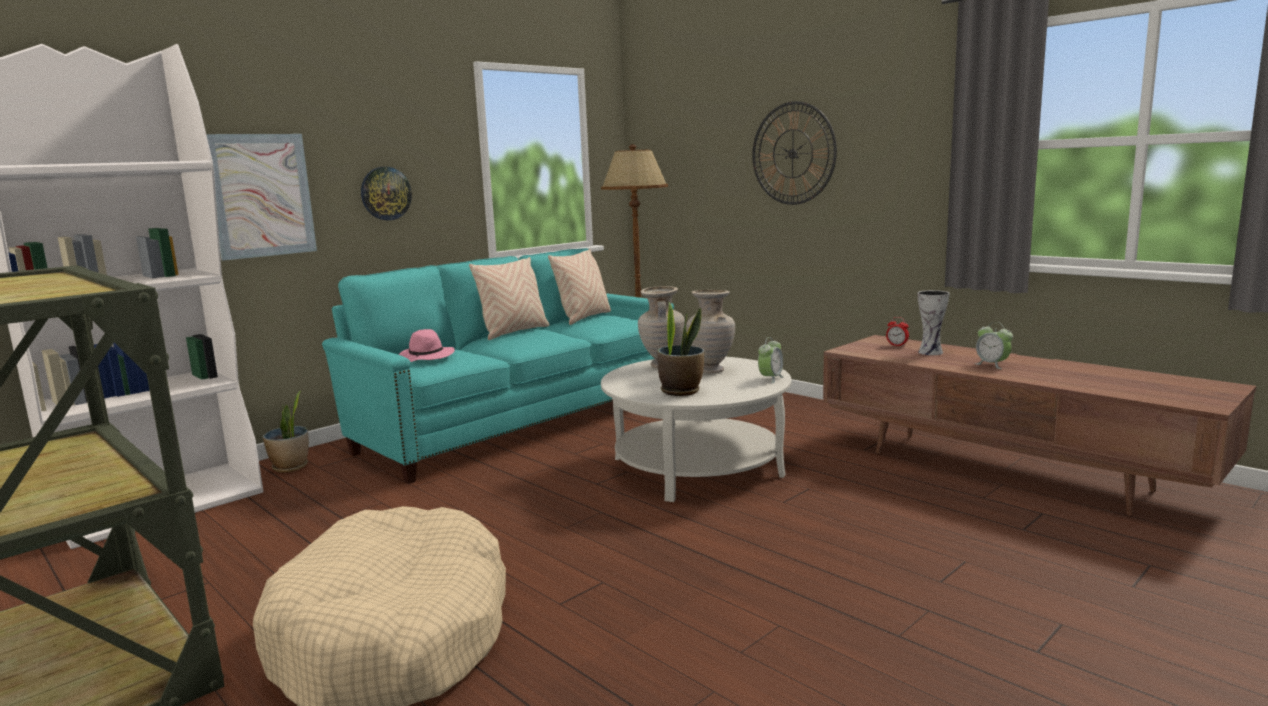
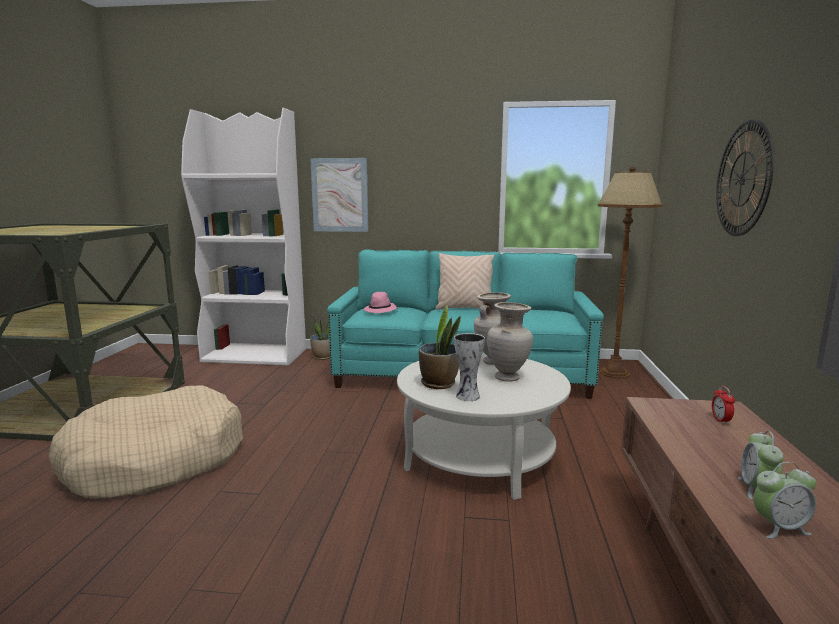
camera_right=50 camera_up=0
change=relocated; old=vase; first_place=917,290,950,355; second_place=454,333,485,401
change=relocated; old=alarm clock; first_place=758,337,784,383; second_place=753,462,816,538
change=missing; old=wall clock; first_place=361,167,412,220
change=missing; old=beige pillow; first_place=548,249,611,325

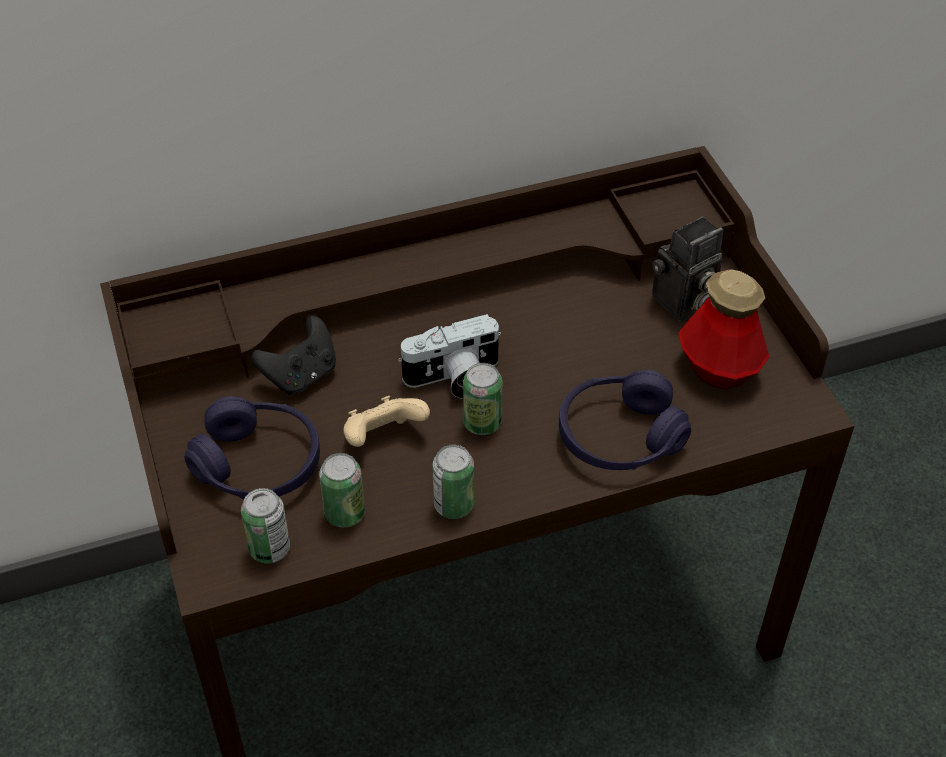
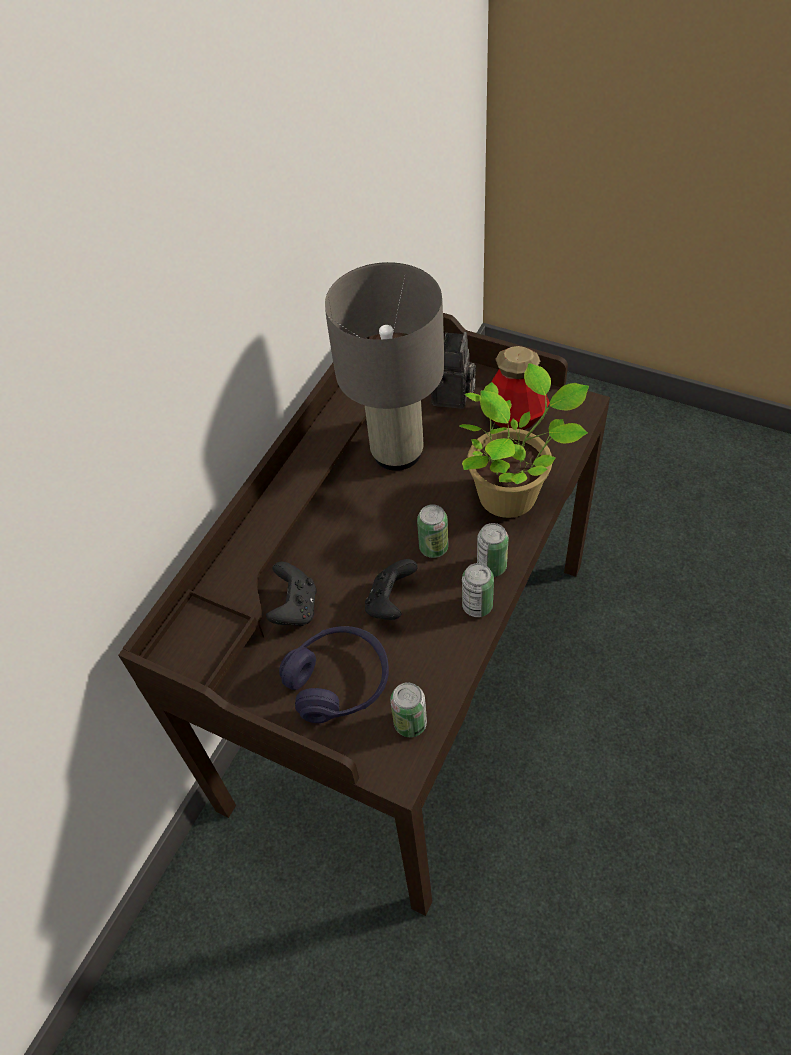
camera_right=-40 camera_up=5
change=appeared; new=grey table lamp; second_place=325,262,444,471
change=colour; old=beige game controller; new=black game controller; first_place=343,396,430,447; second_place=365,559,418,620
change=exchanged; old=purple headphones; new=potted plant; first_place=559,370,691,470; second_place=460,363,589,518
change=relocated; old=can; first_place=319,453,365,527; second_place=477,523,509,577
change=missing; old=photo camera; first_place=398,314,501,399

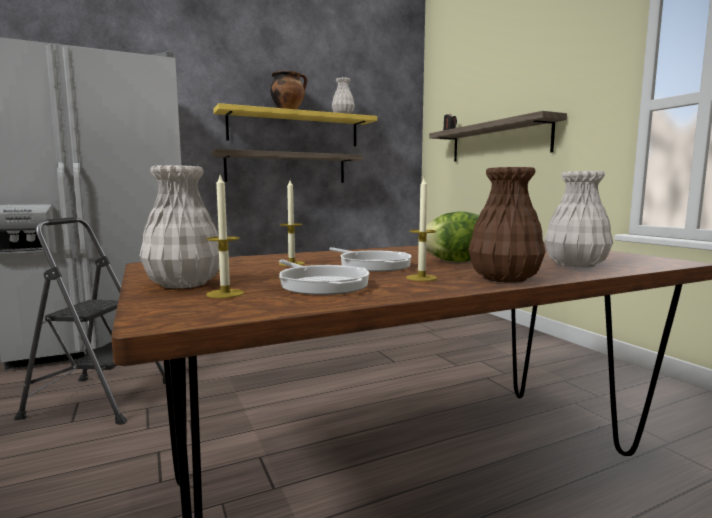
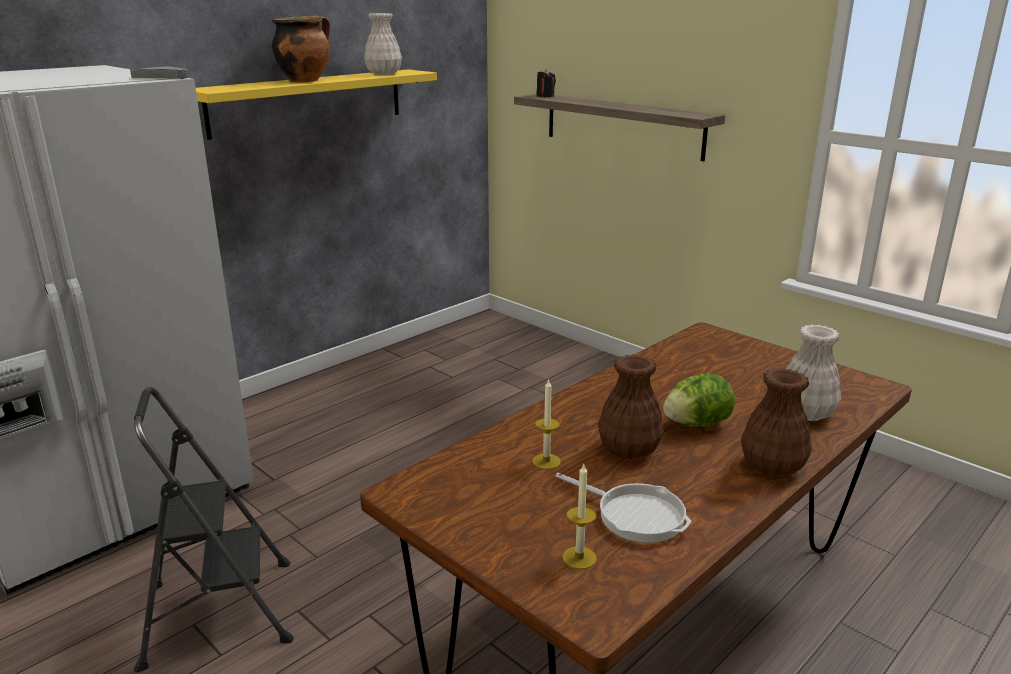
camera_right=-20 camera_up=15
change=exchanged; old=frying pan; new=brown vase; first_place=329,247,412,272; second_place=598,354,664,459
change=missing; old=white vase; first_place=140,165,219,289
change=missing; old=shelf; first_place=212,149,363,183
change=missing; old=candle; first_place=406,178,437,281

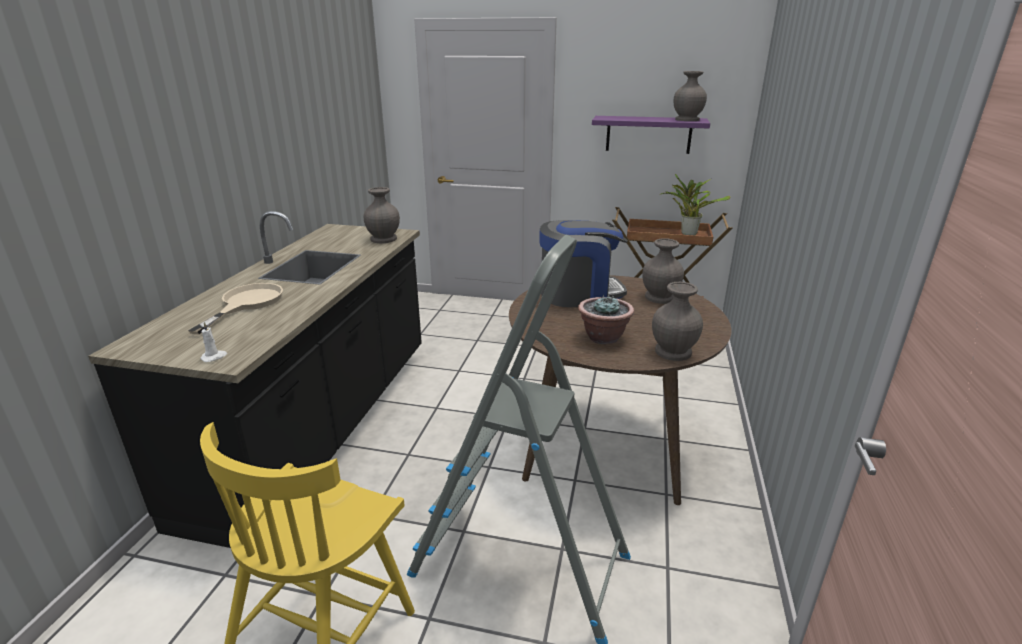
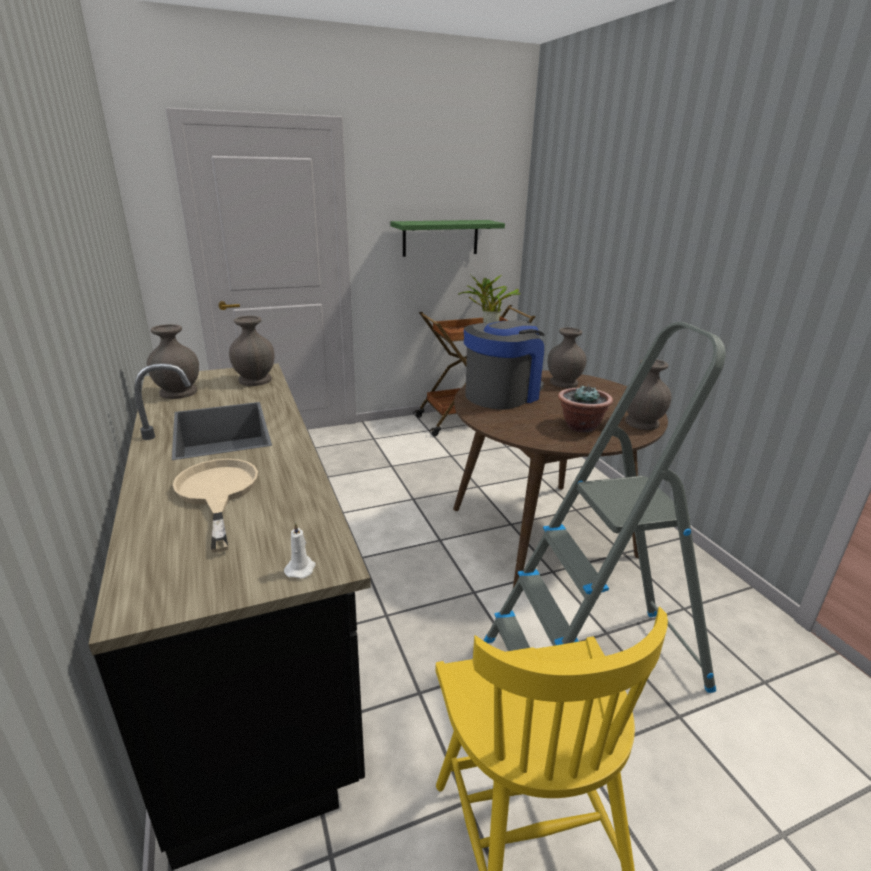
camera_right=-35 camera_up=0
change=relocated; old=grey vase; first_place=674,71,707,121; second_place=147,324,199,399
change=colour; old=purple shelf; new=green shelf; first_place=592,116,710,154; second_place=390,220,505,257

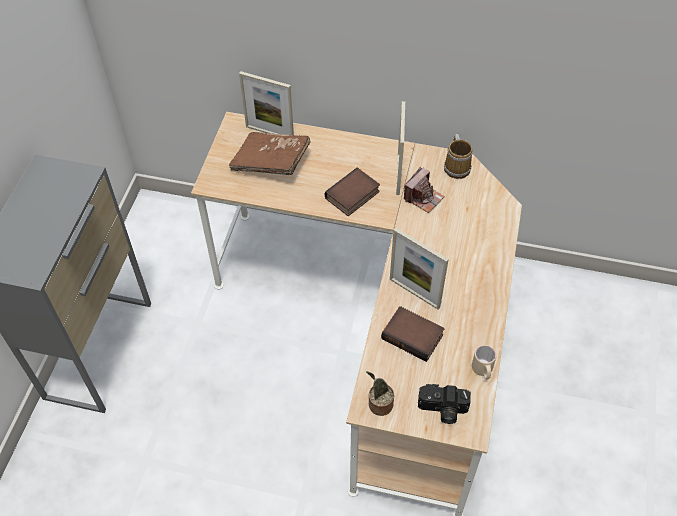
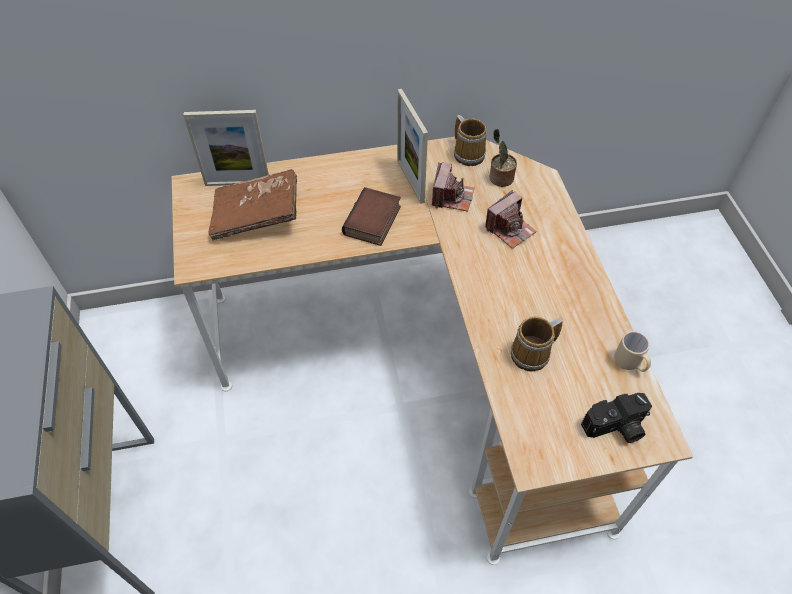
camera_right=-25 camera_up=0
change=appeared; new=photo camera; second_place=485,190,537,249
change=relocated; old=potted plant; first_place=366,371,394,416; second_place=489,129,517,187
change=exchanged; old=book; new=mug; first_place=381,306,444,362; second_place=511,317,563,372
change=missing; old=picture frame; first_place=390,228,449,309

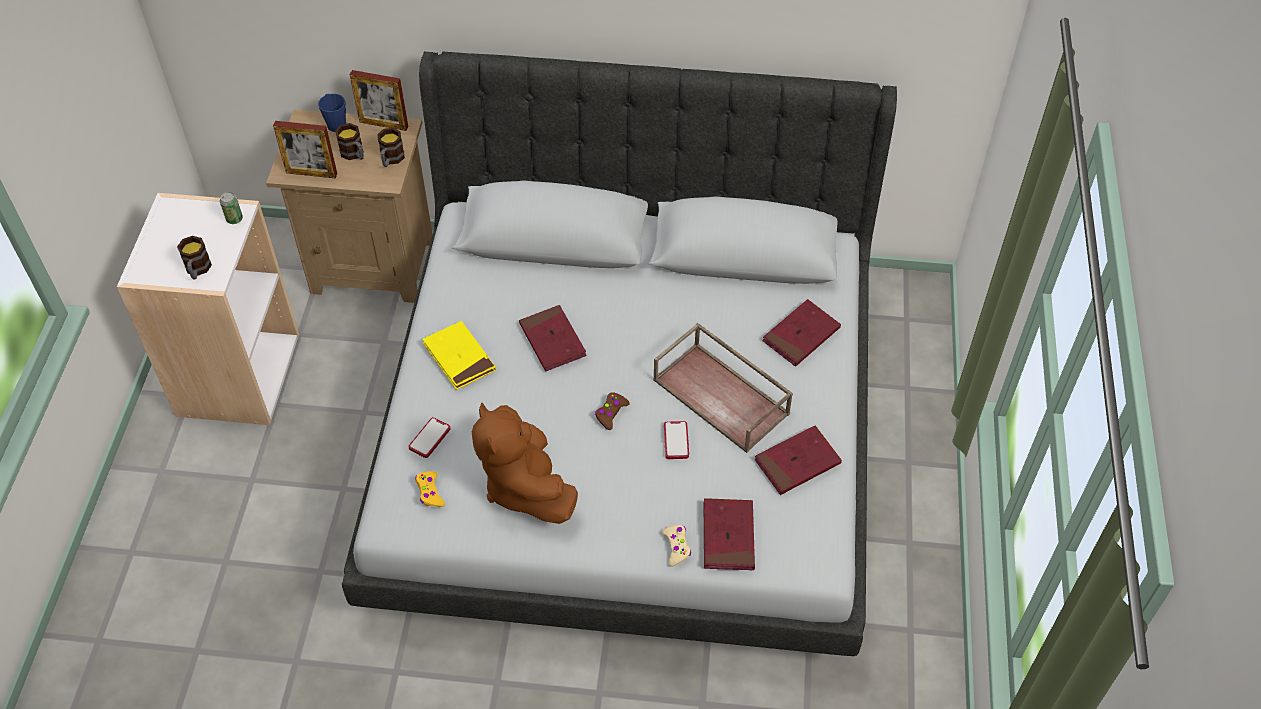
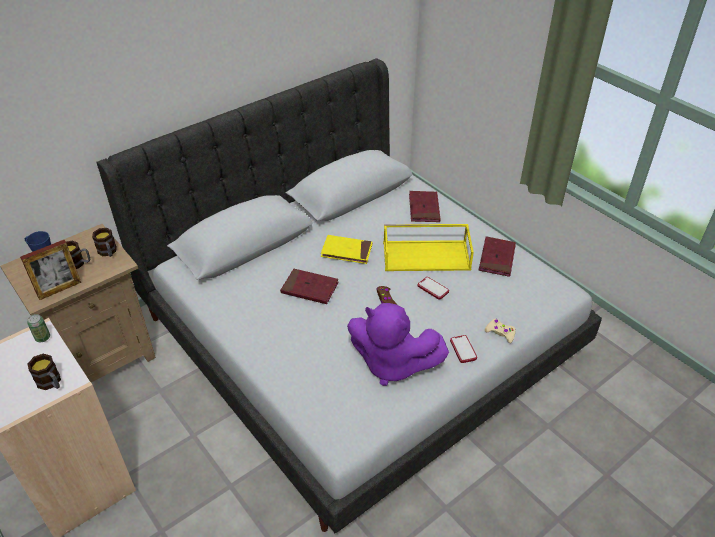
camera_right=-45 camera_up=-10
change=relocated; old=yellow book; first_place=423,321,496,390; second_place=321,235,373,264
change=colour; old=brown plush toy; new=purple plush toy; first_place=472,403,578,524; second_place=347,303,449,386
change=colour; old=brown tray; new=yellow tray; first_place=653,323,793,453; second_place=383,224,474,271
change=relocated; old=phone; first_place=408,417,451,458; second_place=450,335,477,363
change=missing; old=picture frame; first_place=350,70,408,131
change=missing; old=yellow game controller; first_place=416,471,445,507
change=missing; old=red book; first_place=704,498,755,570

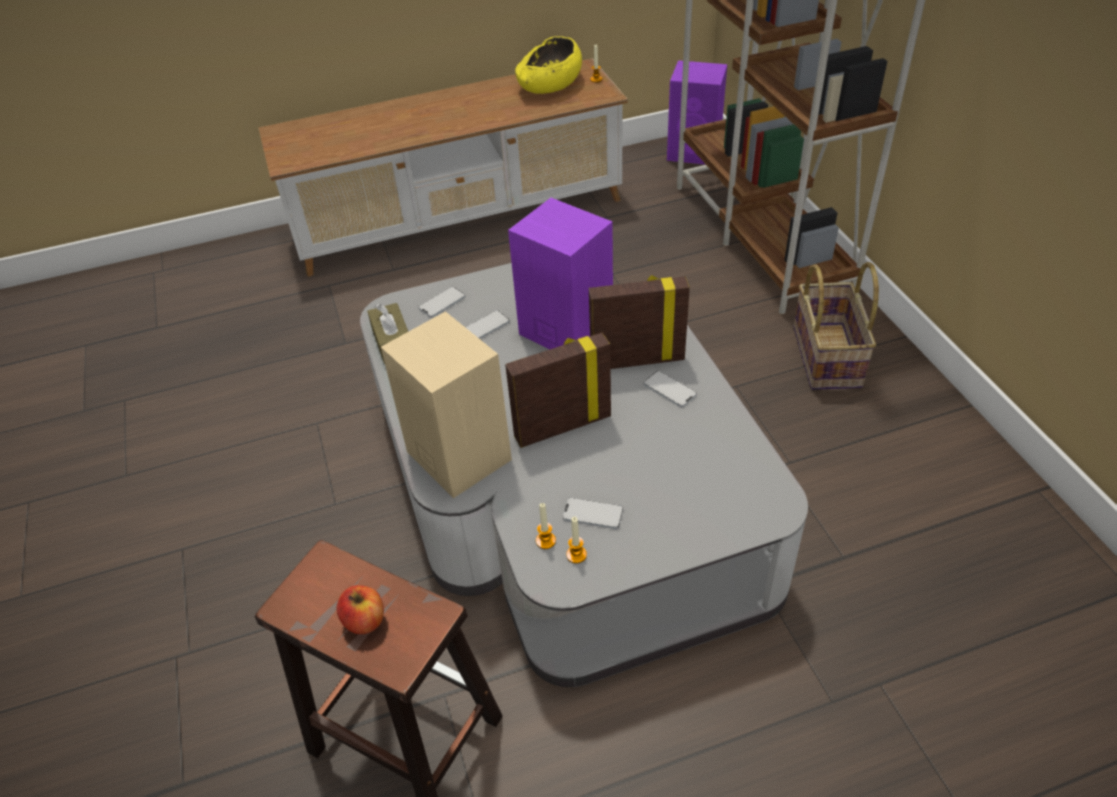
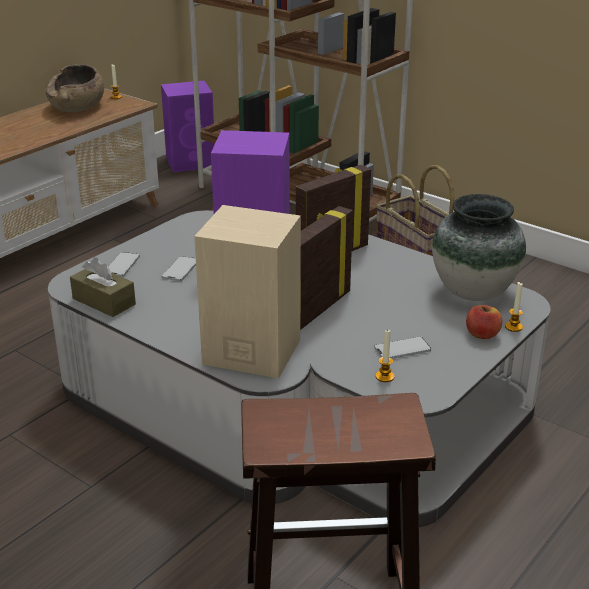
camera_right=-35 camera_up=-15
change=colour; old=yellow bowl; new=brown bowl; first_place=515,36,582,94; second_place=46,64,104,112
change=appeared; new=vase; second_place=432,194,526,301
change=relocated; old=apple; first_place=336,585,384,634; second_place=466,305,502,339
change=relocated; old=candle; first_place=566,517,587,564; second_place=505,282,523,332
change=missing; old=phone; first_place=644,371,697,407

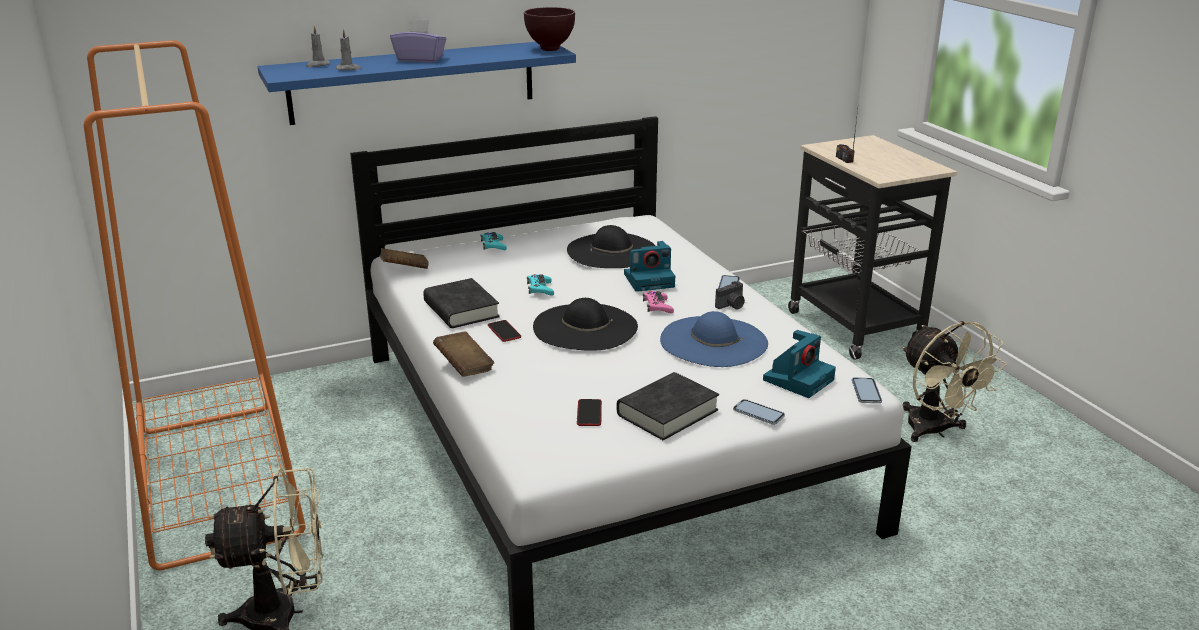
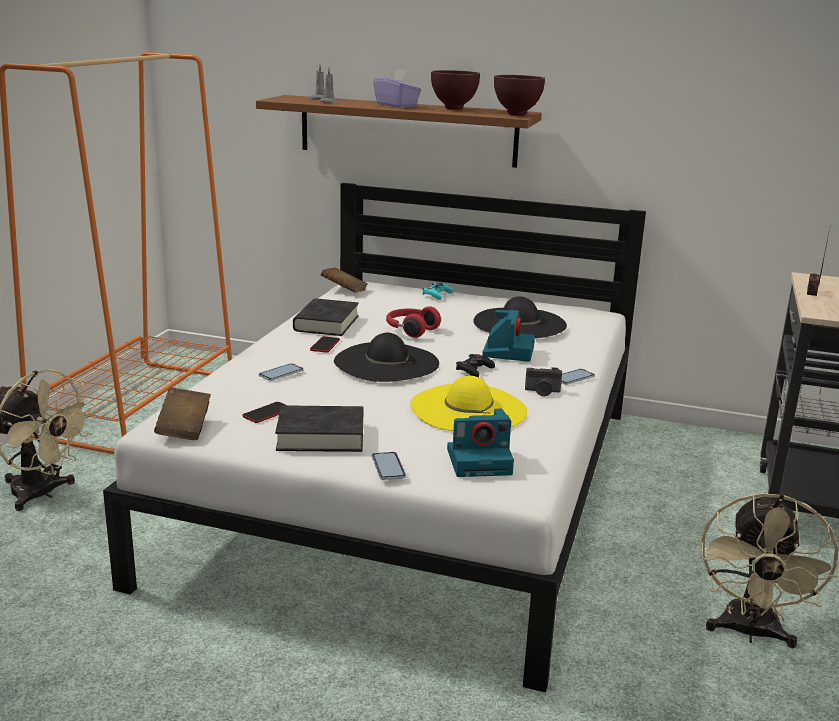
camera_right=40 camera_up=-5
change=relocated; old=brown book; first_place=433,331,494,377; second_place=154,388,211,440
change=colour; old=blue shelf; new=brown shelf; first_place=258,42,576,125; second_place=256,95,542,168
change=relocated; old=phone; first_place=852,378,882,403; second_place=259,363,304,381
change=exchanged; old=turquoise game controller; new=red headphones; first_place=527,274,554,296; second_place=386,306,441,338
change=colour; old=blue hat; new=yellow hat; first_place=660,311,768,367; second_place=410,376,527,431
change=appeared; new=brown bowl; second_place=431,70,480,110
change=colour; old=pink game controller; new=black game controller; first_place=643,291,674,313; second_place=456,354,495,378
change=spun; old=photo camera; first_place=624,241,675,292; second_place=482,310,535,362; degrees=-105

